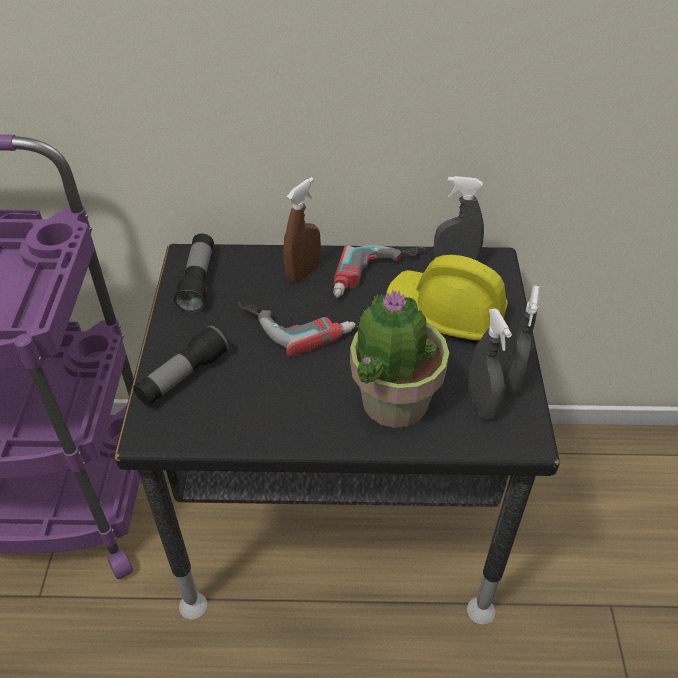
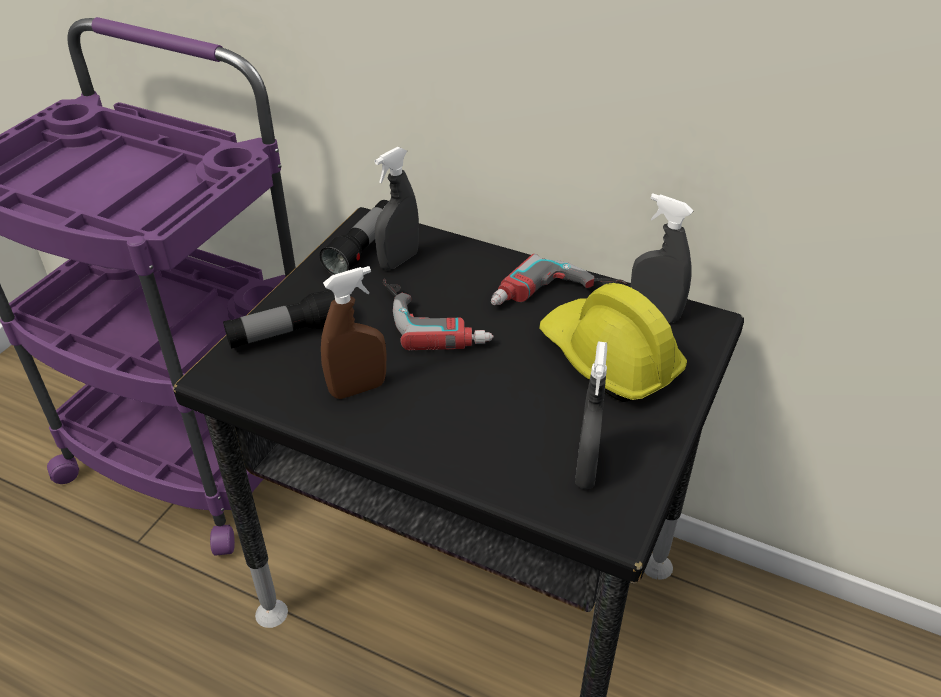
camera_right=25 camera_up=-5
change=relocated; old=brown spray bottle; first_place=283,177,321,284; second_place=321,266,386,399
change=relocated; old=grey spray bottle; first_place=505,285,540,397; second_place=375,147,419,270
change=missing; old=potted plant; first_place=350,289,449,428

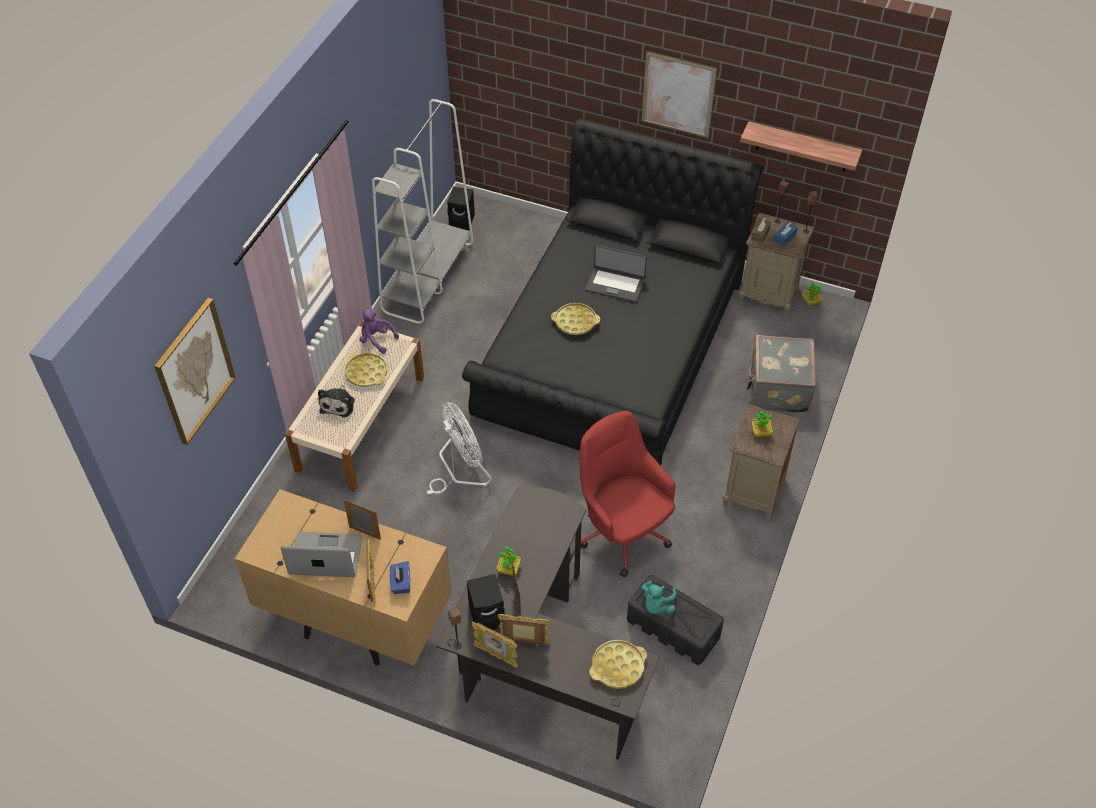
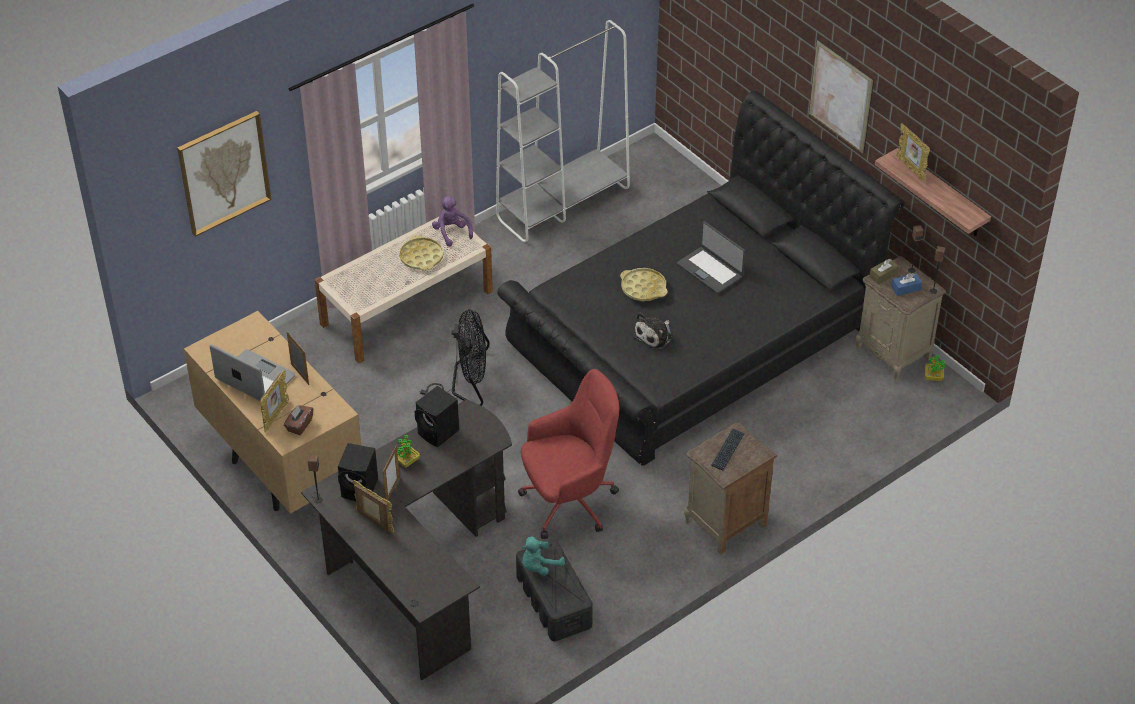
camera_right=30 camera_up=-5
change=colour; old=blue tissue box; new=brown tissue box; first_place=390,561,410,594; second_place=284,405,313,435
change=relocated; old=black speaker; first_place=447,187,475,230; second_place=415,386,459,447
change=colour; old=white fan; new=black fan; first_place=426,402,492,495; second_place=420,309,490,406
change=spun; old=red office chair; first_place=580,411,676,577; second_place=518,369,619,539; degrees=75
change=relocated; old=plush toy; first_place=318,385,355,417; second_place=633,312,672,350
change=exchanged; old=potted plant; new=keyboard; first_place=751,411,773,437; second_place=711,429,745,470
change=relocated; old=picture frame; first_place=471,621,518,668; second_place=896,124,930,182
change=missing; old=yellow tray; first_place=589,640,647,689
change=missing; old=grey suitcase; first_place=746,335,816,414

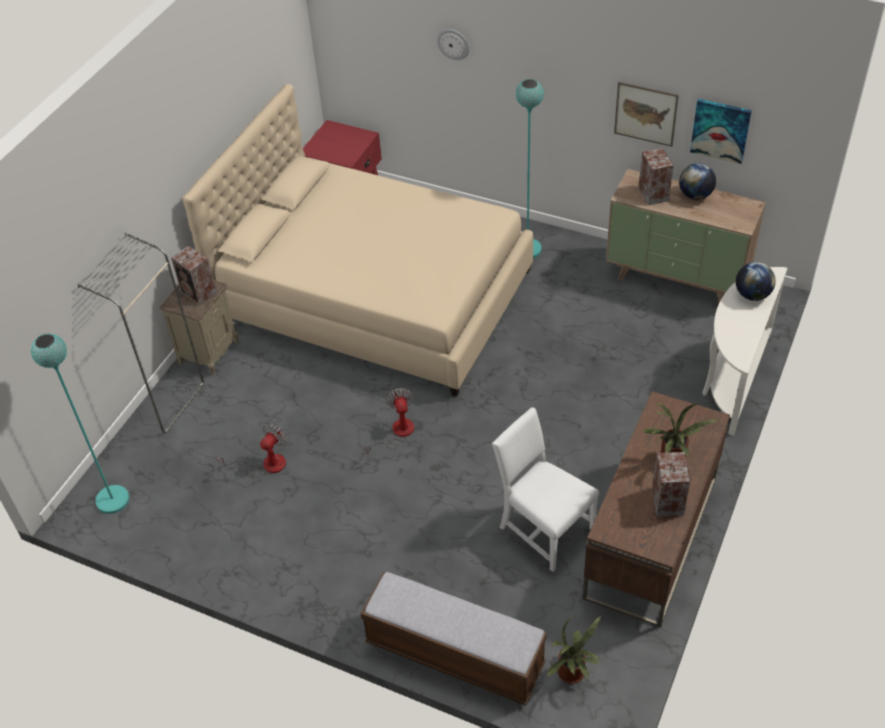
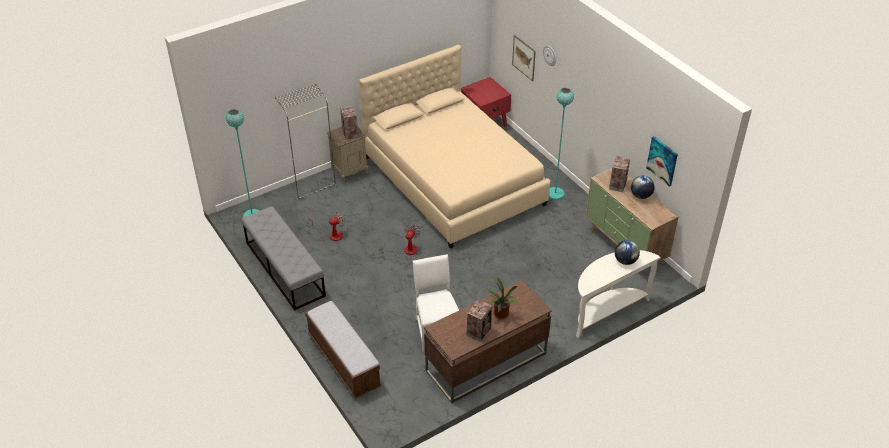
camera_right=30 camera_up=-5
change=appeared; new=grey bench; second_place=242,206,326,311
change=relocated; old=picture; first_place=614,82,679,147; second_place=512,35,536,81
change=missing; old=potted plant; first_place=547,614,601,684

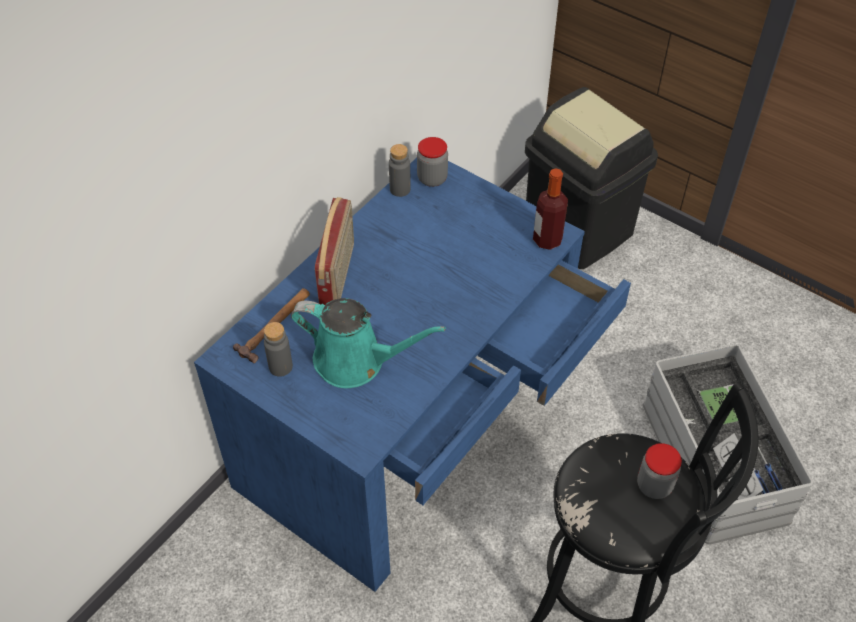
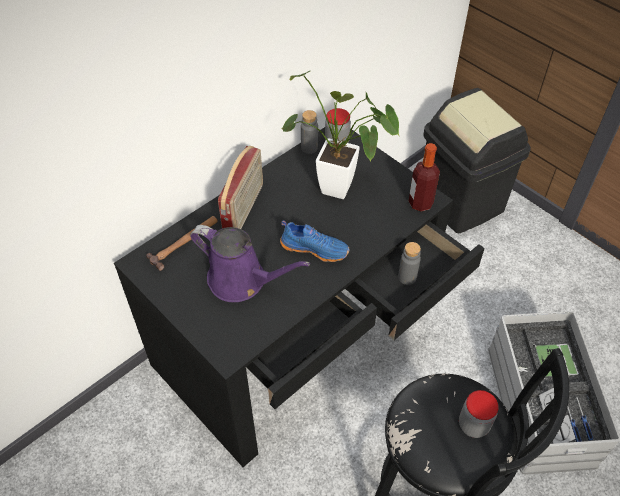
camera_right=10 camera_up=0
change=colour; old=blue desk; new=black desk; first_place=194,158,631,592; second_place=114,127,485,467
change=colour; old=turquoise watering can; new=purple watering can; first_place=291,298,446,388; second_place=190,225,310,302
change=appeared; new=blue shoe; second_place=280,221,349,262
change=appeared; new=potted plant; second_place=282,71,399,199
change=relocated; old=grey bottle; first_place=264,322,293,377; second_place=398,242,421,285

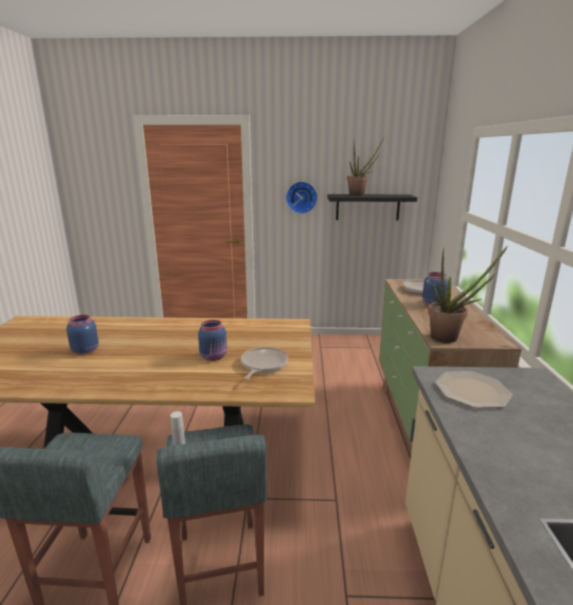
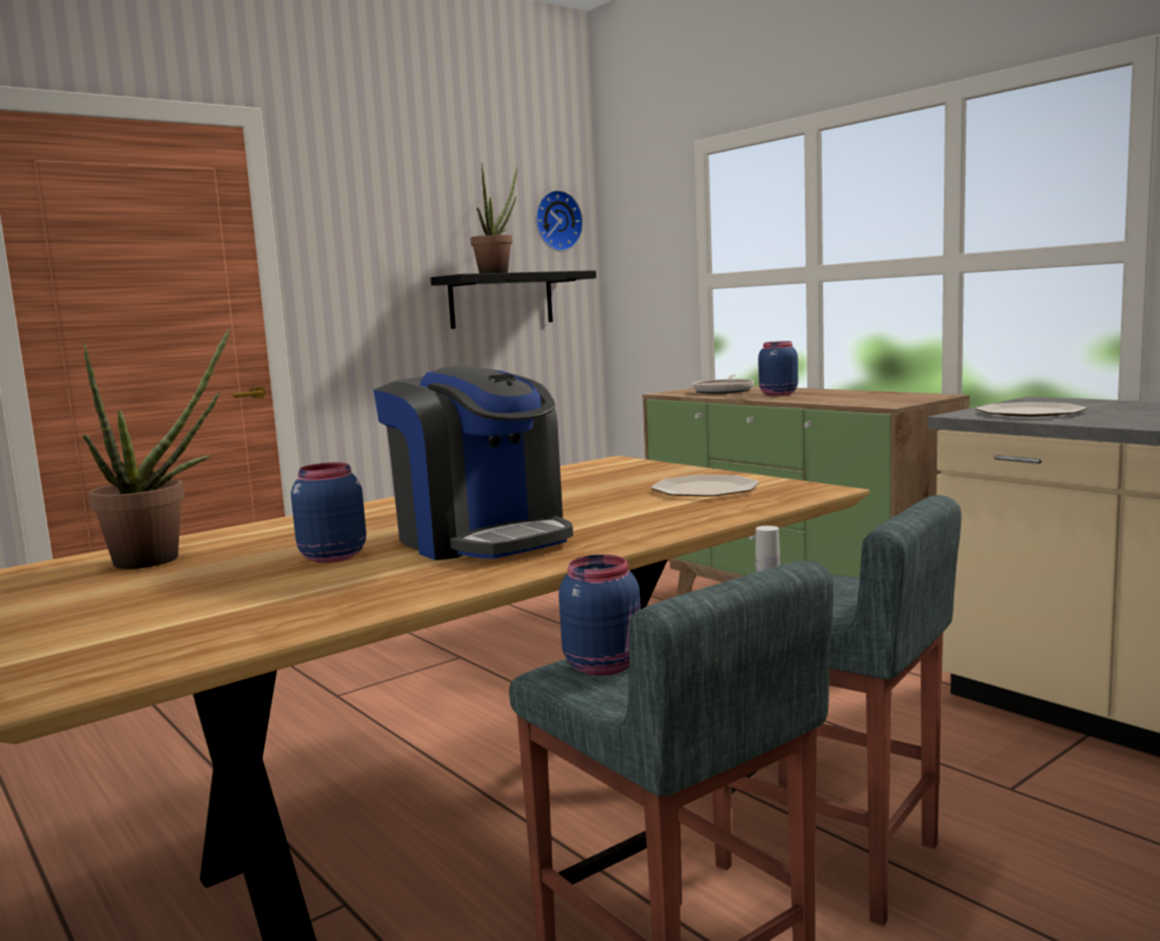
camera_right=-40 camera_up=-10
change=relocated; old=potted plant; first_place=428,246,508,343; second_place=83,329,230,569
change=appeared; new=coffee machine; second_place=373,365,573,560
change=relocated; old=wall clock; first_place=286,181,318,214; second_place=536,190,583,251
change=relocated; old=blue jar; first_place=198,320,227,361; second_place=559,555,641,676
change=exchanged; old=frying pan; new=plate; first_place=241,347,288,380; second_place=651,475,759,497

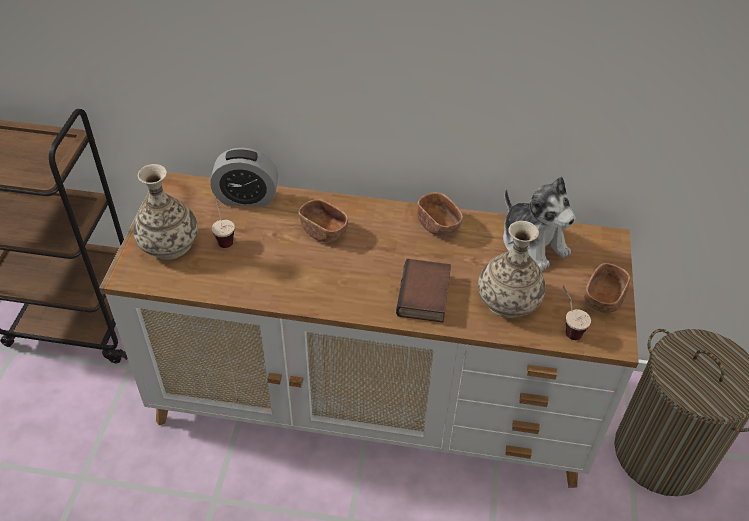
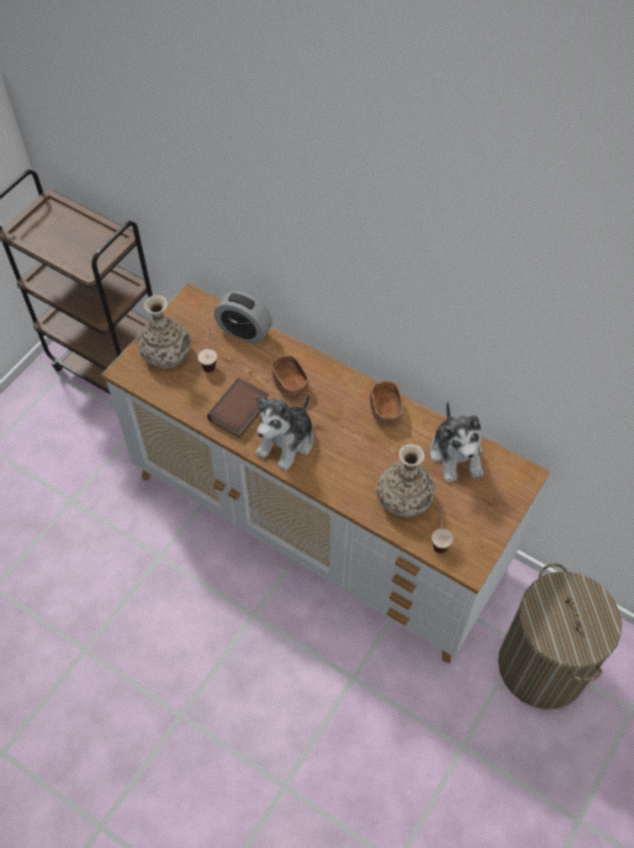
camera_right=25 camera_up=10
change=relocated; old=book; first_place=396,259,451,323; second_place=207,378,269,438
change=appeared; new=plush toy; second_place=255,393,314,471
change=missing; old=brown bowl; first_place=584,263,630,313

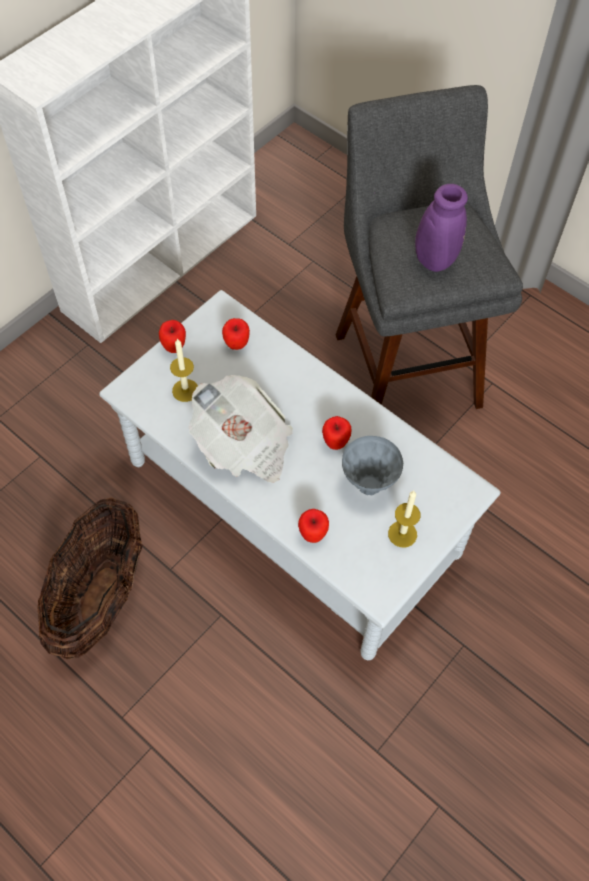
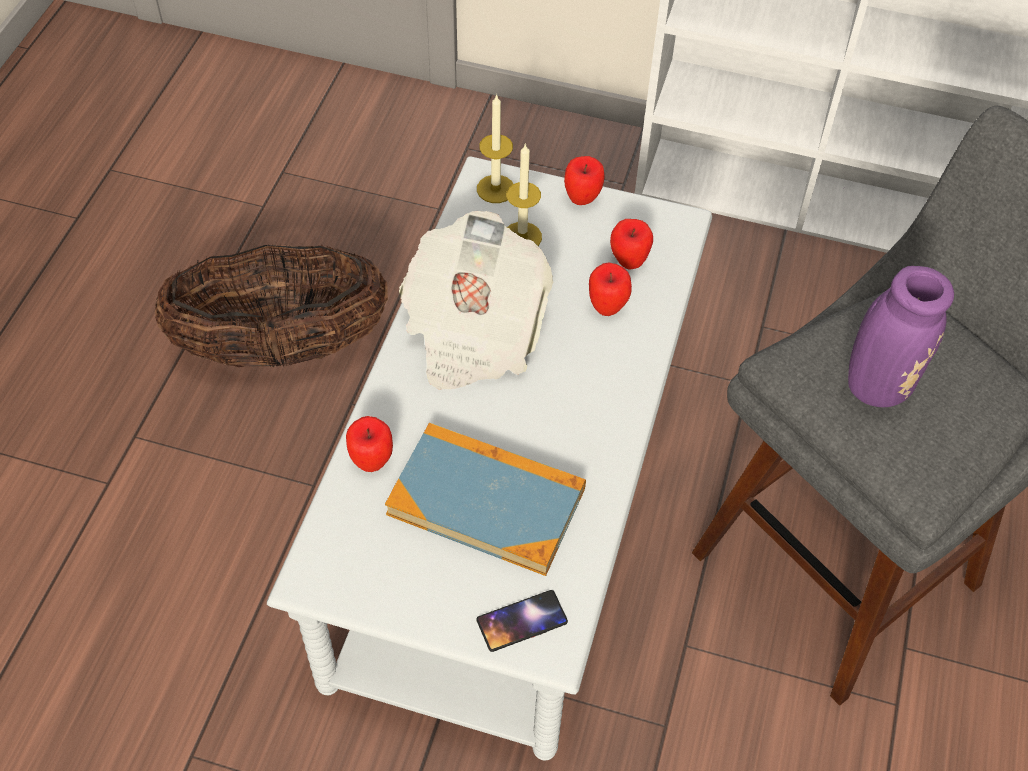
camera_right=65 camera_up=-5
change=exchanged; old=grey vase; new=book; first_place=342,436,403,495; second_place=385,423,586,576
change=appeared; new=phone; second_place=476,590,568,652
change=relocated; old=candle; first_place=388,491,421,547; second_place=477,94,513,203
change=relocated; old=apple; first_place=322,416,351,450; second_place=589,263,632,316

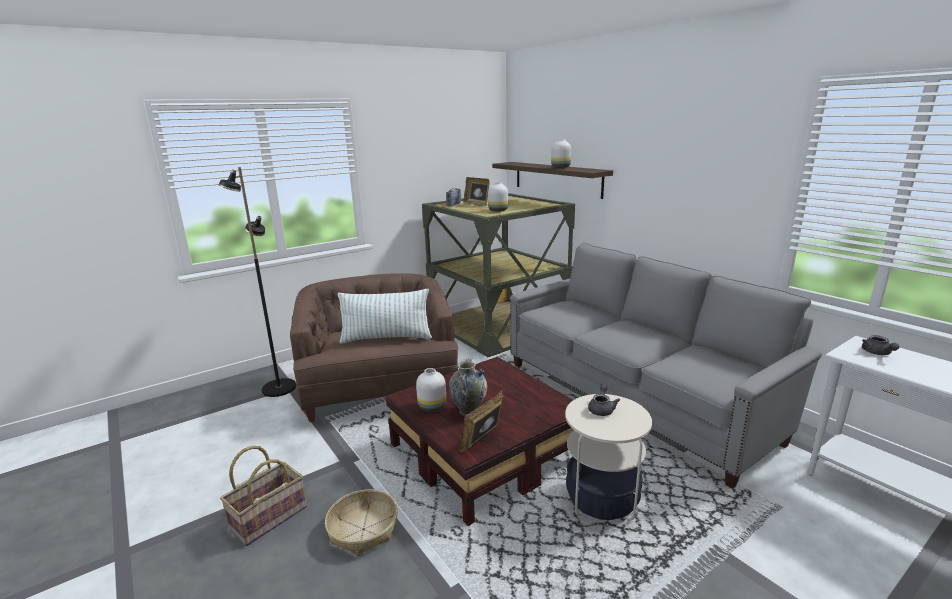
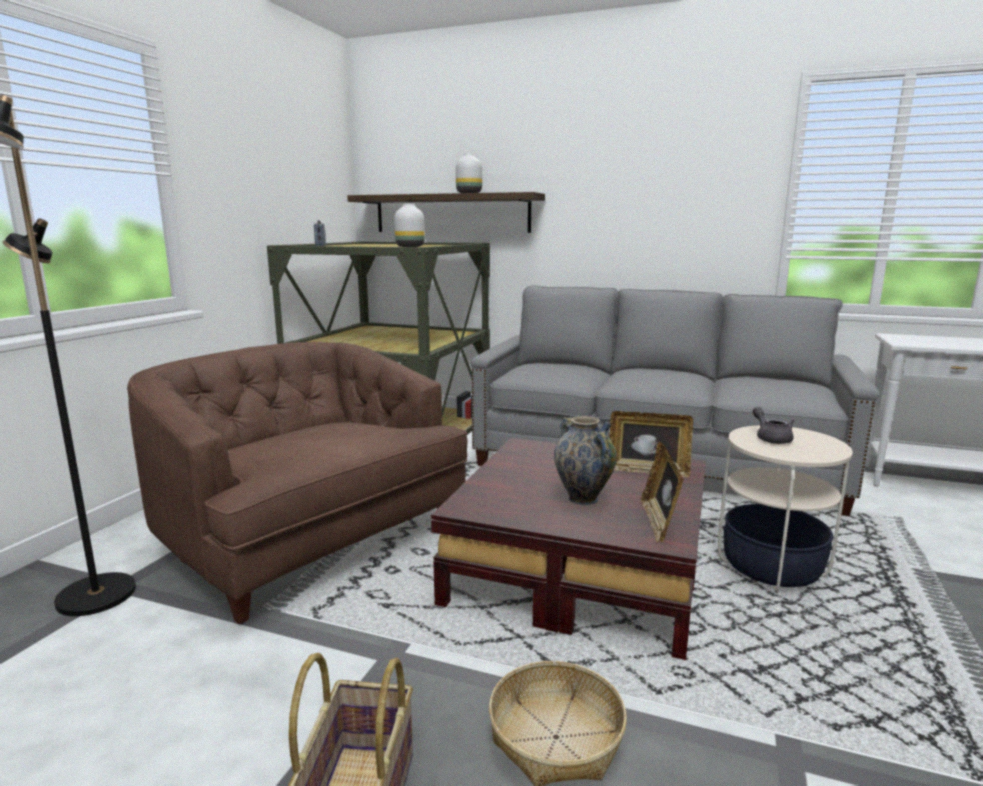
camera_right=-35 camera_up=-5
change=relocated; old=picture frame; first_place=463,177,490,206; second_place=609,411,693,477
change=missing; old=pillow; first_place=338,289,432,344
change=missing; old=white vase; first_place=416,368,446,412
change=missing; old=grey teapot; first_place=862,335,899,355

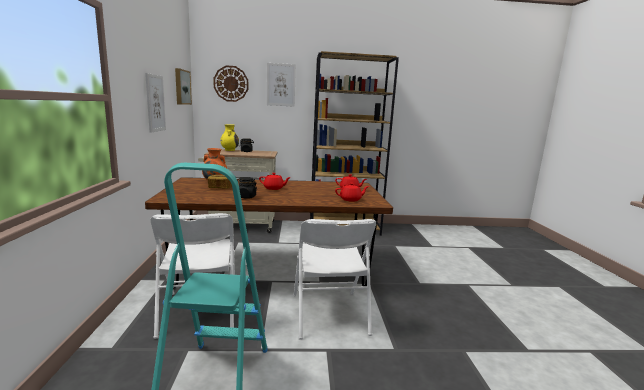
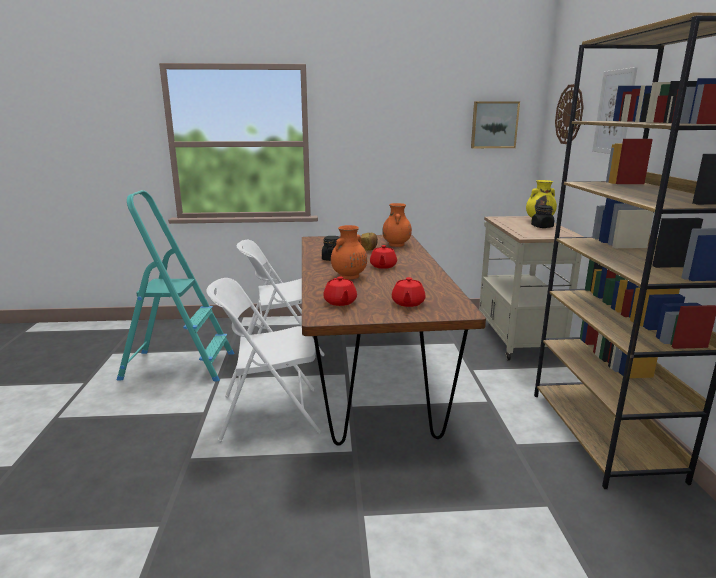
camera_right=90 camera_up=5
change=appeared; new=orange vase; second_place=331,225,367,280
change=missing; old=picture; first_place=145,73,166,133

